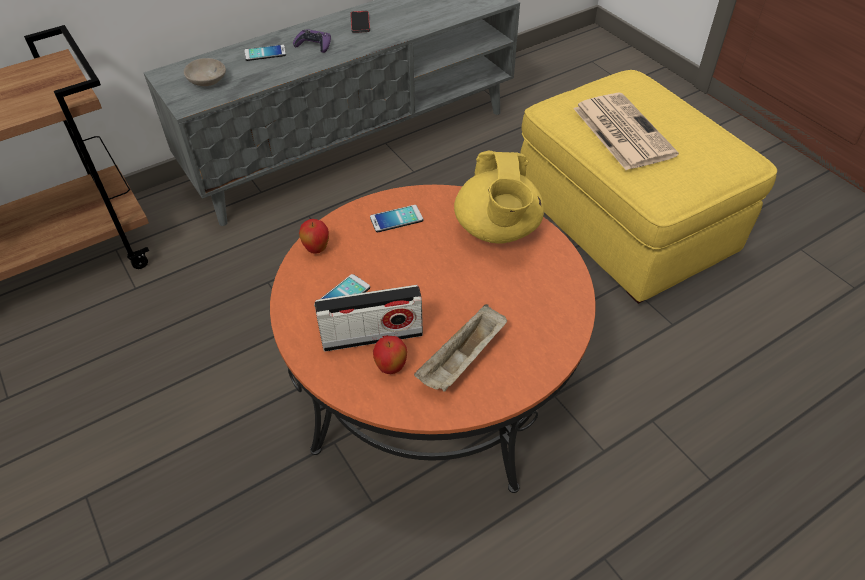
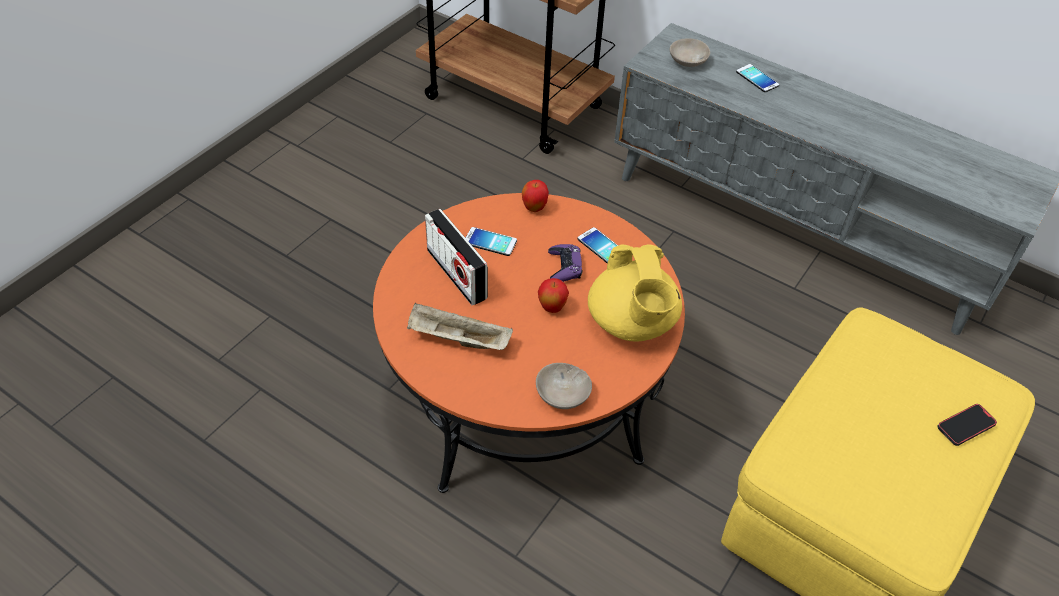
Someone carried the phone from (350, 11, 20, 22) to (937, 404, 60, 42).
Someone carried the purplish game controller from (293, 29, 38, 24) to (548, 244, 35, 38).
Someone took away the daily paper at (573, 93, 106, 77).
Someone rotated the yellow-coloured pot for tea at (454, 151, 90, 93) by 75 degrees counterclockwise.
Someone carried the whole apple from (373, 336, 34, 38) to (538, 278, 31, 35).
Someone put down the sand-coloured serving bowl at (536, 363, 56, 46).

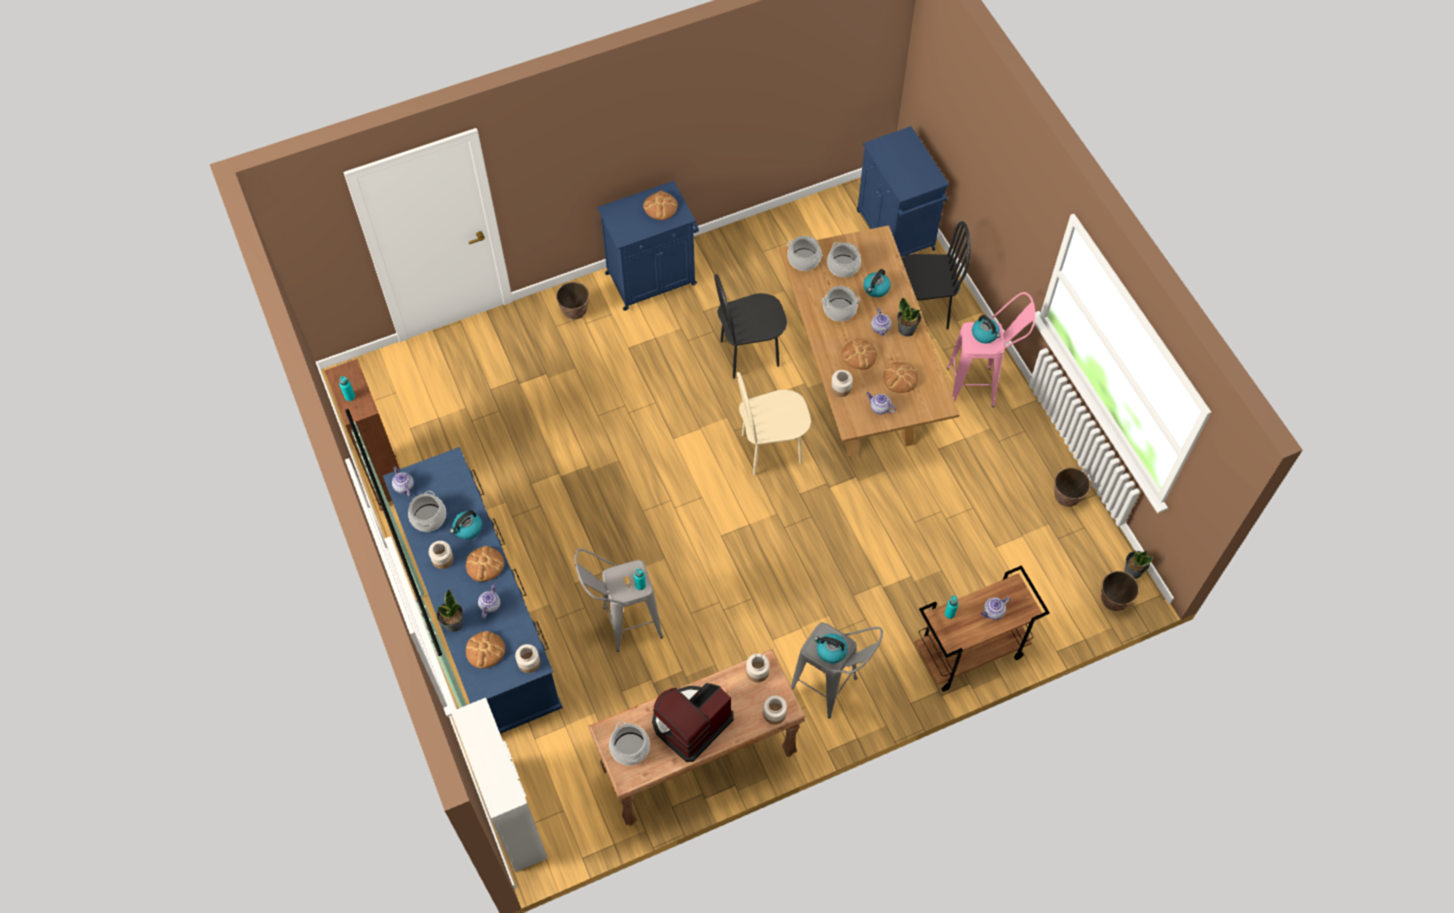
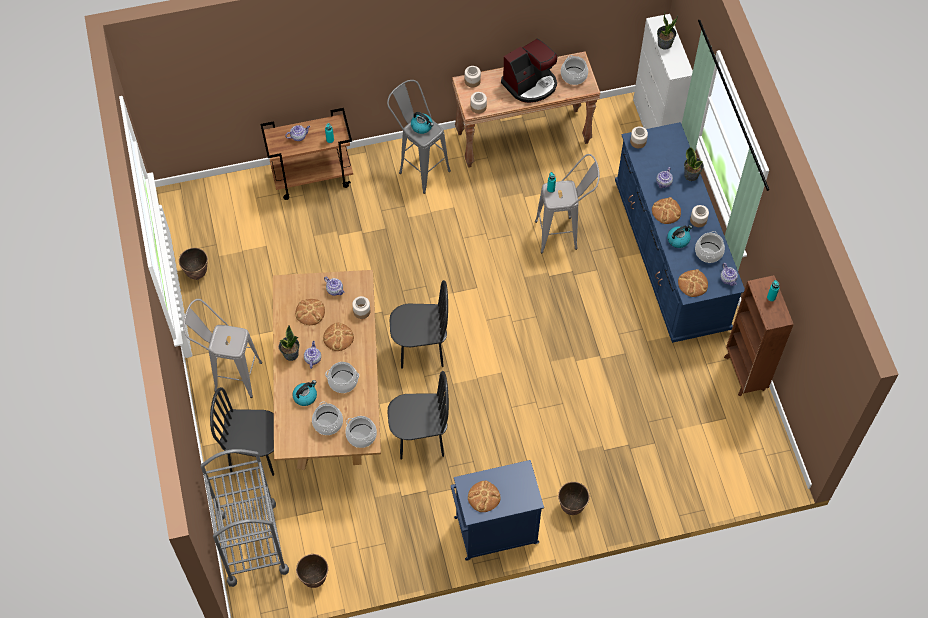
Someone swapped the bluish cabinet at (857, 126, 92, 131) for the greyish trolley at (201, 449, 88, 138).
Someone repainted the pinkish stool at (947, 292, 89, 115), which became the greyish stool at (183, 299, 79, 99).
Someone took away the kettle at (972, 315, 28, 29).
Someone repainted the sand-coloured chair at (737, 372, 74, 104), which became the black chair at (390, 280, 58, 89).
Someone carried the houseplant from (1124, 551, 29, 28) to (657, 14, 21, 36).
Someone carried the planter from (1101, 571, 38, 40) to (296, 554, 32, 34).
Someone carried the bakery bread from (466, 631, 39, 37) to (678, 269, 30, 28).

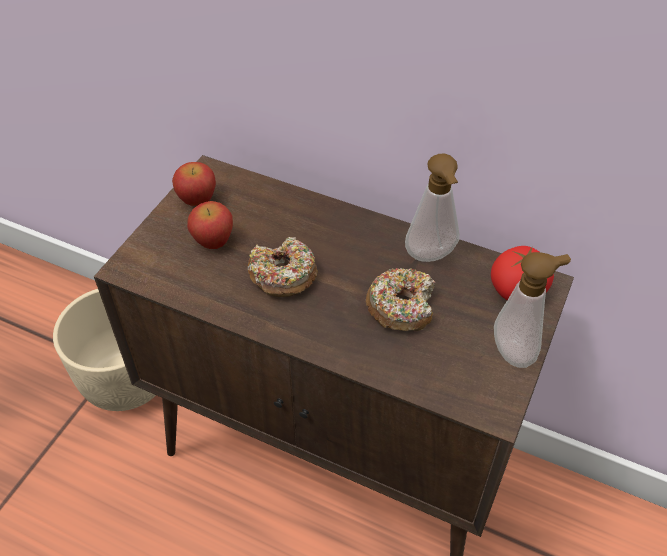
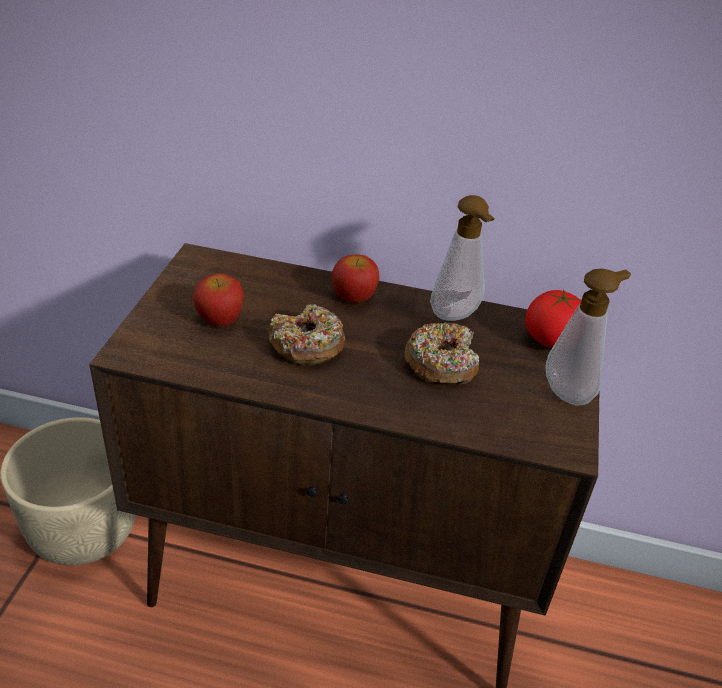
Someone carried the whole apple from (172, 162, 44, 44) to (332, 254, 47, 49).

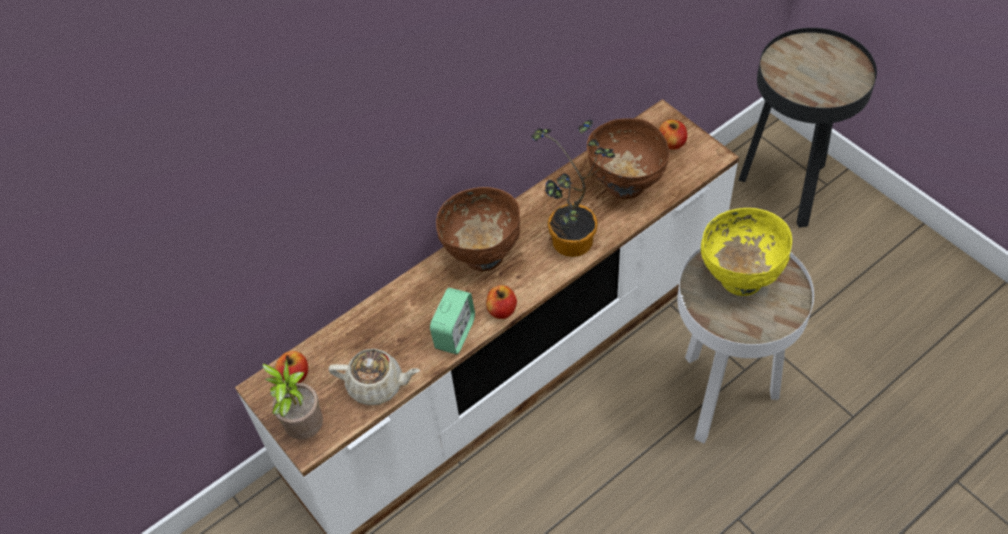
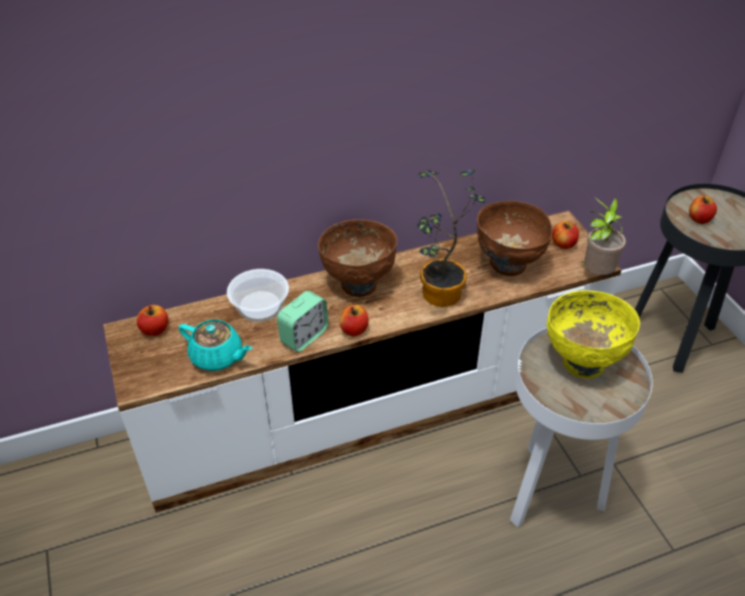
Someone repainted the sand-coloured pot for tea at (329, 349, 91, 56), which became the turquoise-coloured pot for tea at (179, 319, 73, 52).
Someone carried the houseplant from (262, 358, 61, 82) to (582, 198, 44, 77).
Someone put down the whole apple at (689, 196, 28, 28).
Someone put down the serving bowl at (227, 269, 62, 53).

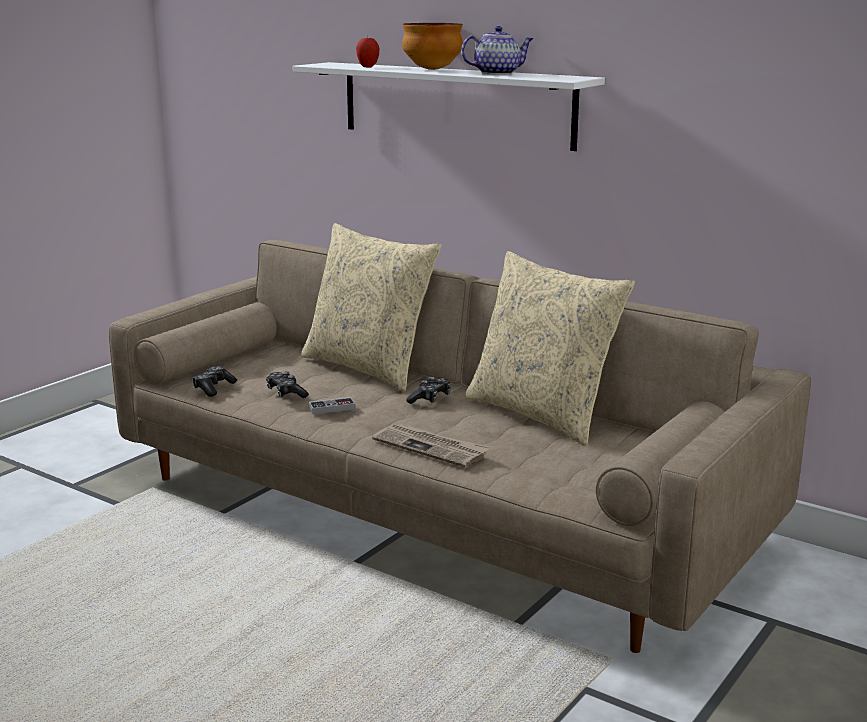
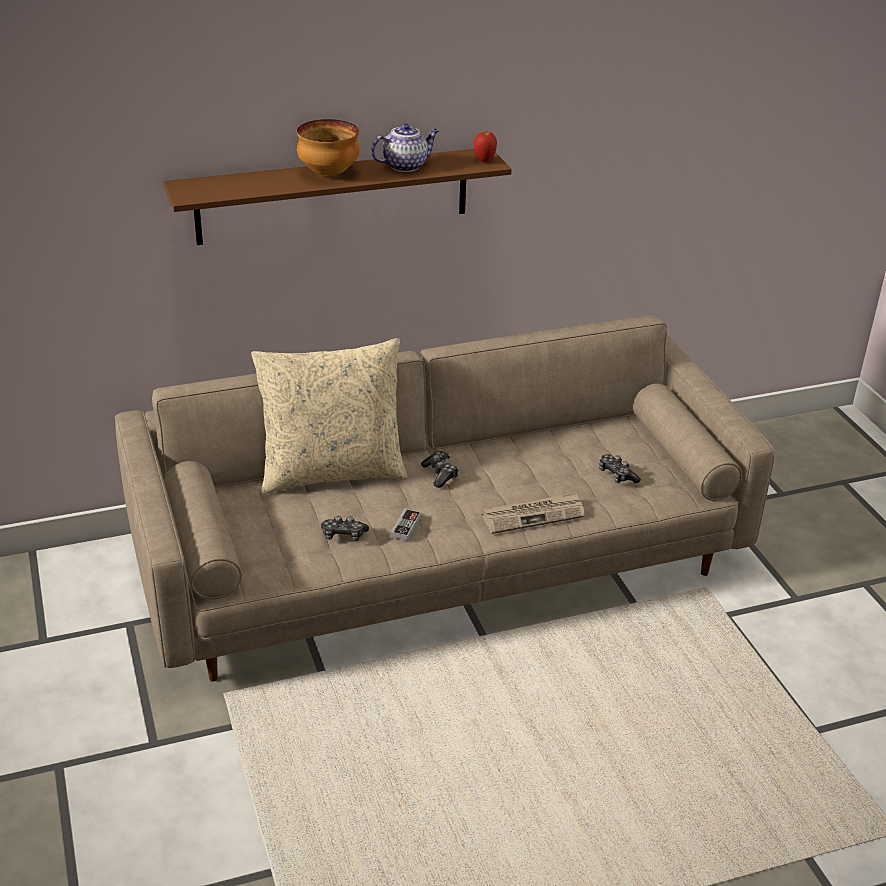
Someone rotated the pot for tea at (461, 26, 73, 49) by 45 degrees clockwise.
Someone carried the whole apple from (356, 35, 24, 33) to (474, 132, 23, 30).
Someone repainted the white shelf at (293, 62, 312, 89), which became the brown-coloured shelf at (163, 149, 349, 96).
Someone took away the sand-coloured pillow at (465, 251, 170, 195).
Someone carried the game controller from (192, 366, 45, 31) to (599, 454, 42, 30).

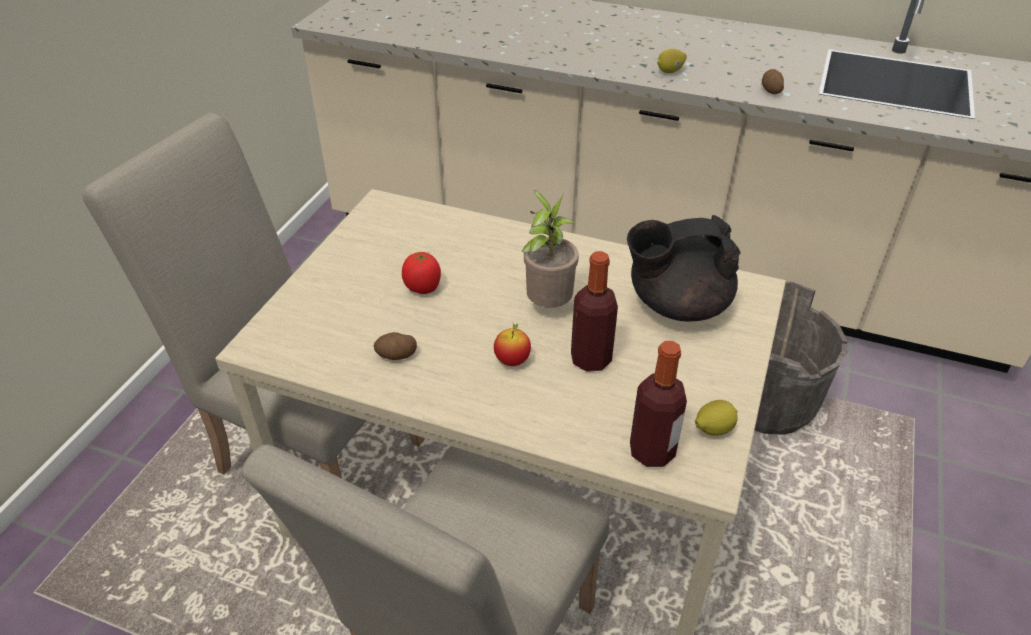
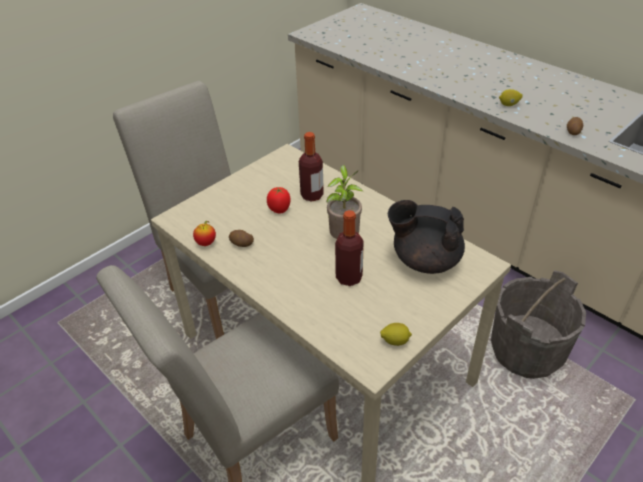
Someone carried the whole apple from (494, 324, 37, 42) to (193, 221, 23, 25).
Someone carried the drink bottle from (630, 341, 57, 126) to (299, 132, 25, 70).

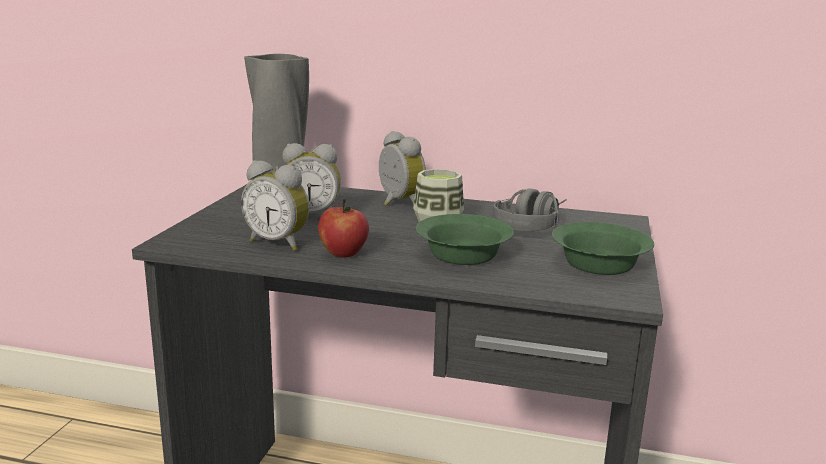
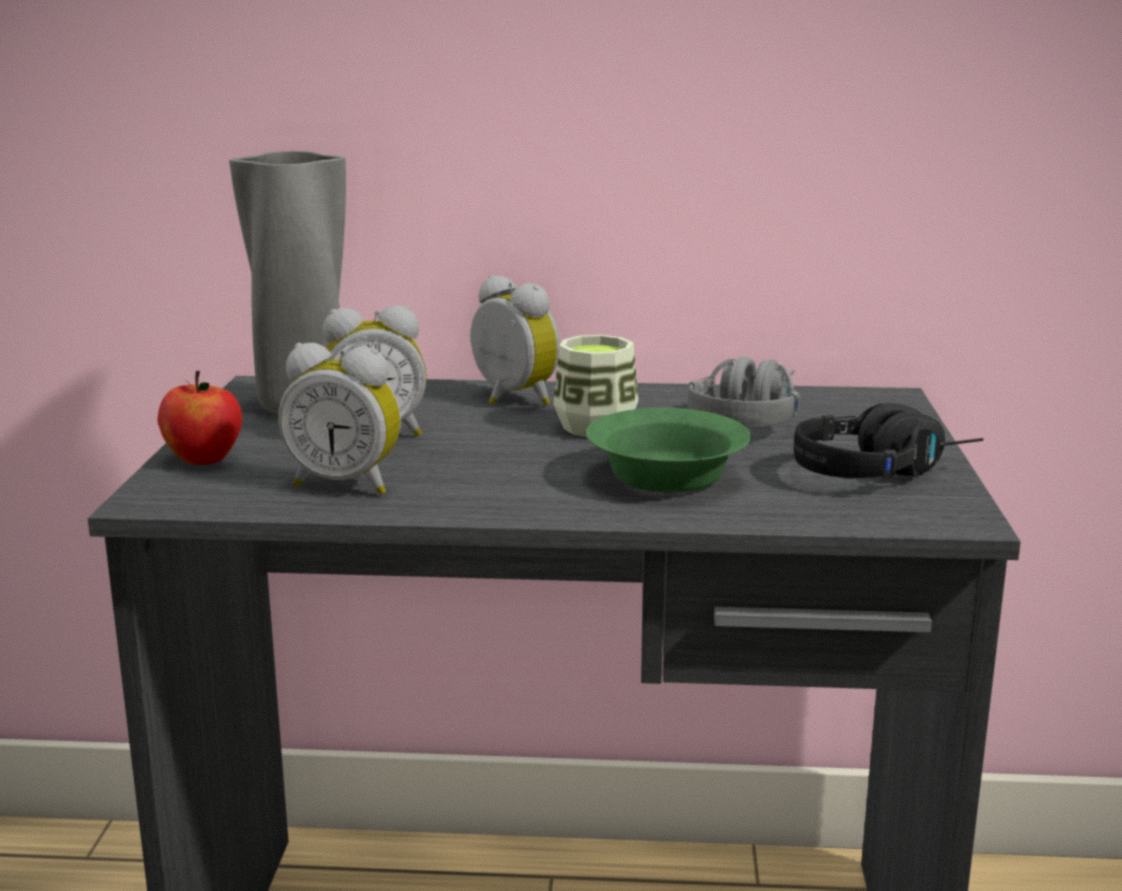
Someone carried the whole apple from (318, 199, 51, 59) to (158, 371, 84, 94).
Someone swapped the green-coloured serving bowl at (552, 222, 102, 53) for the black headphones at (794, 403, 190, 75).

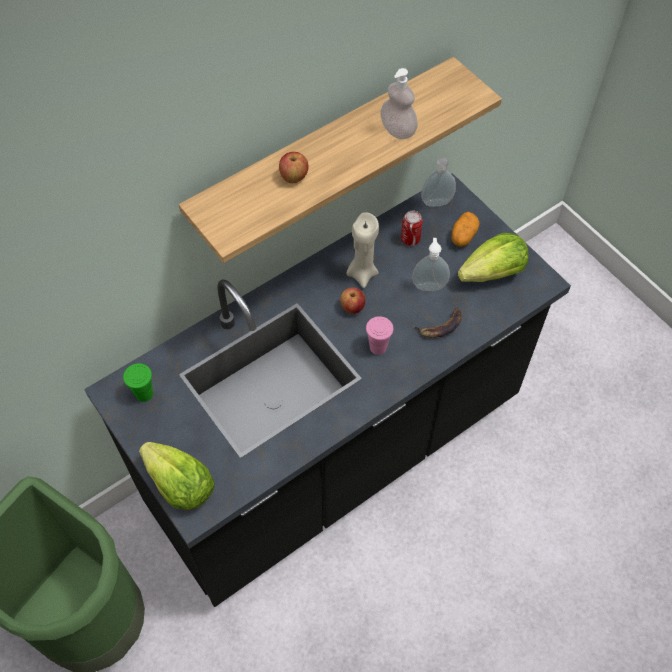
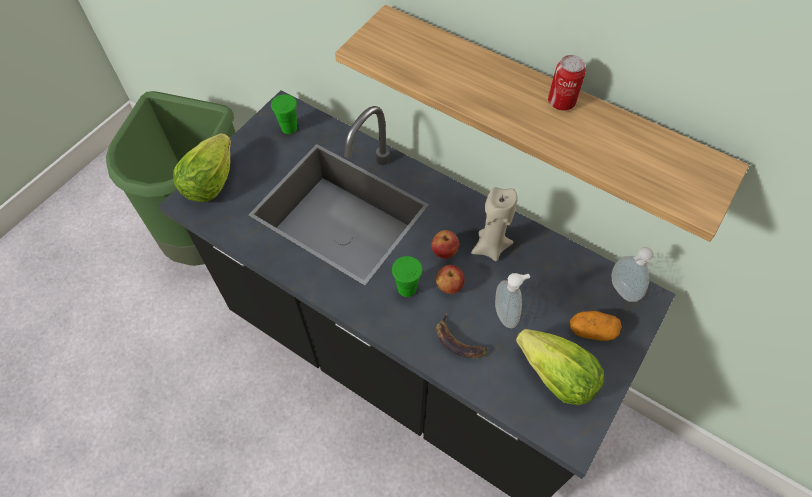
Someone took away the soap bottle at (381, 68, 37, 71).
Someone carried the whole apple from (279, 152, 30, 31) to (436, 265, 29, 29).
Someone carried the metal can from (401, 211, 22, 35) to (548, 55, 38, 55).
Someone repainted the pinkish cup at (366, 316, 27, 39), which became the green-coloured cup at (392, 256, 30, 41).

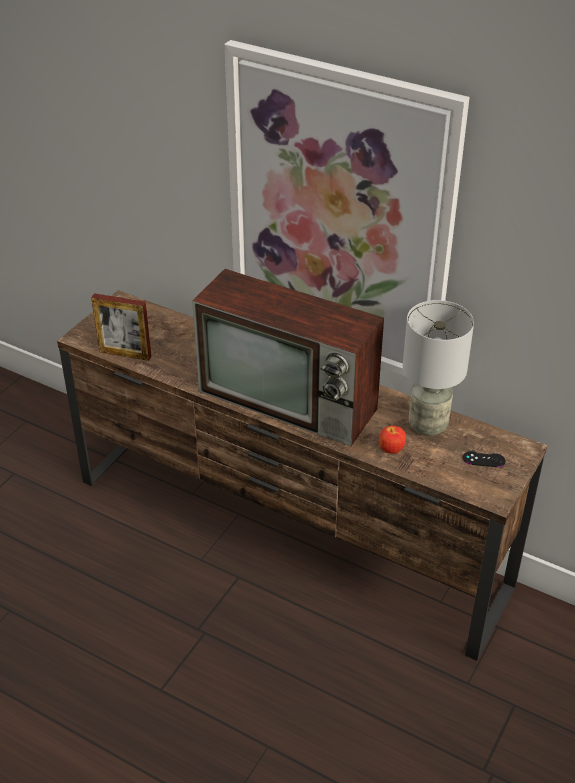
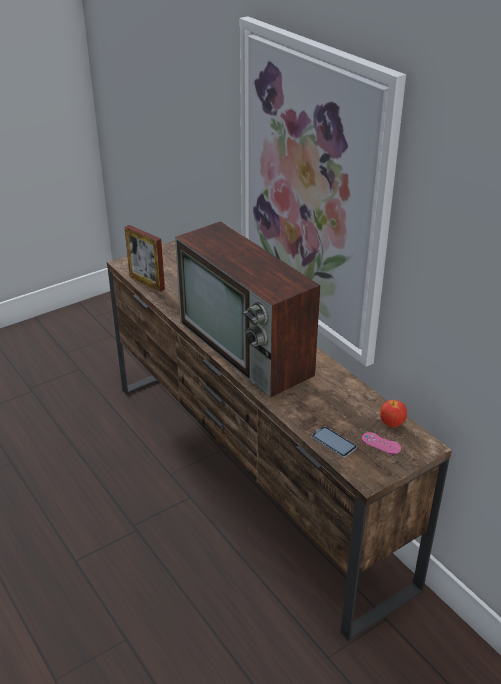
Someone took away the greyish table lamp at (403, 300, 71, 136).
Someone carried the whole apple from (379, 426, 27, 28) to (380, 400, 27, 28).
Someone repainted the black game controller at (463, 451, 42, 16), which became the pinkish game controller at (362, 432, 39, 22).
Someone put down the phone at (312, 426, 45, 31).

